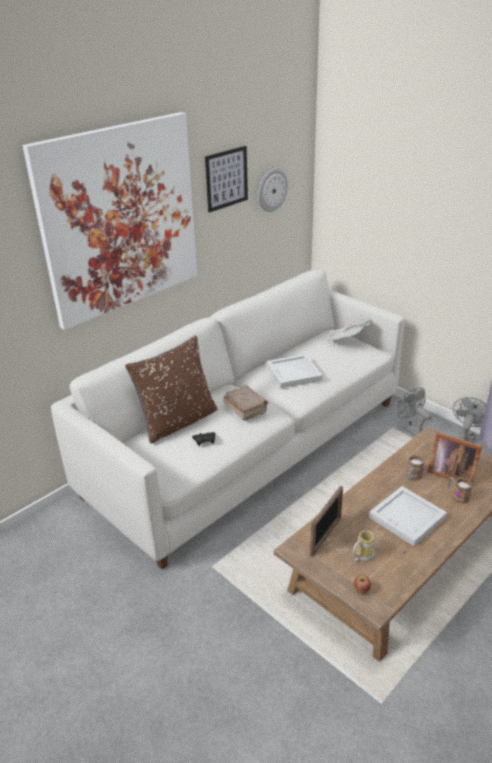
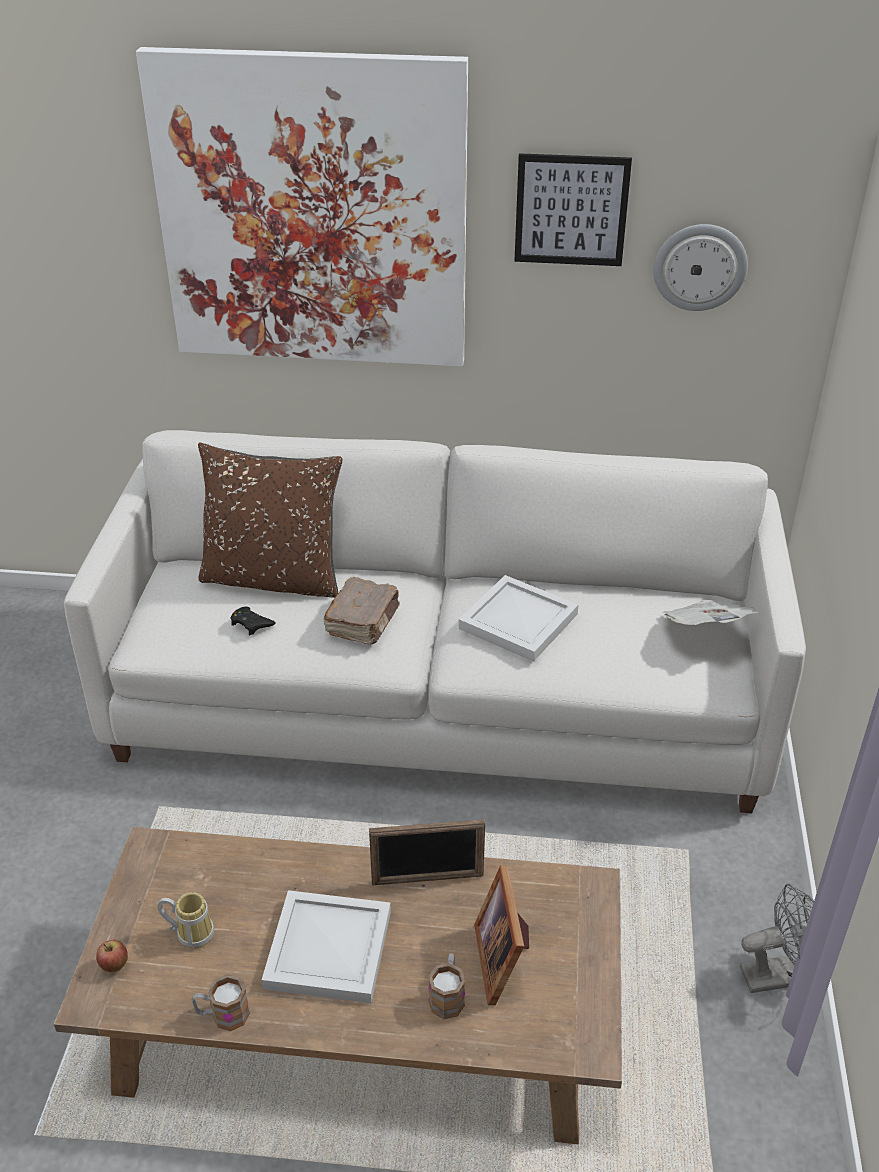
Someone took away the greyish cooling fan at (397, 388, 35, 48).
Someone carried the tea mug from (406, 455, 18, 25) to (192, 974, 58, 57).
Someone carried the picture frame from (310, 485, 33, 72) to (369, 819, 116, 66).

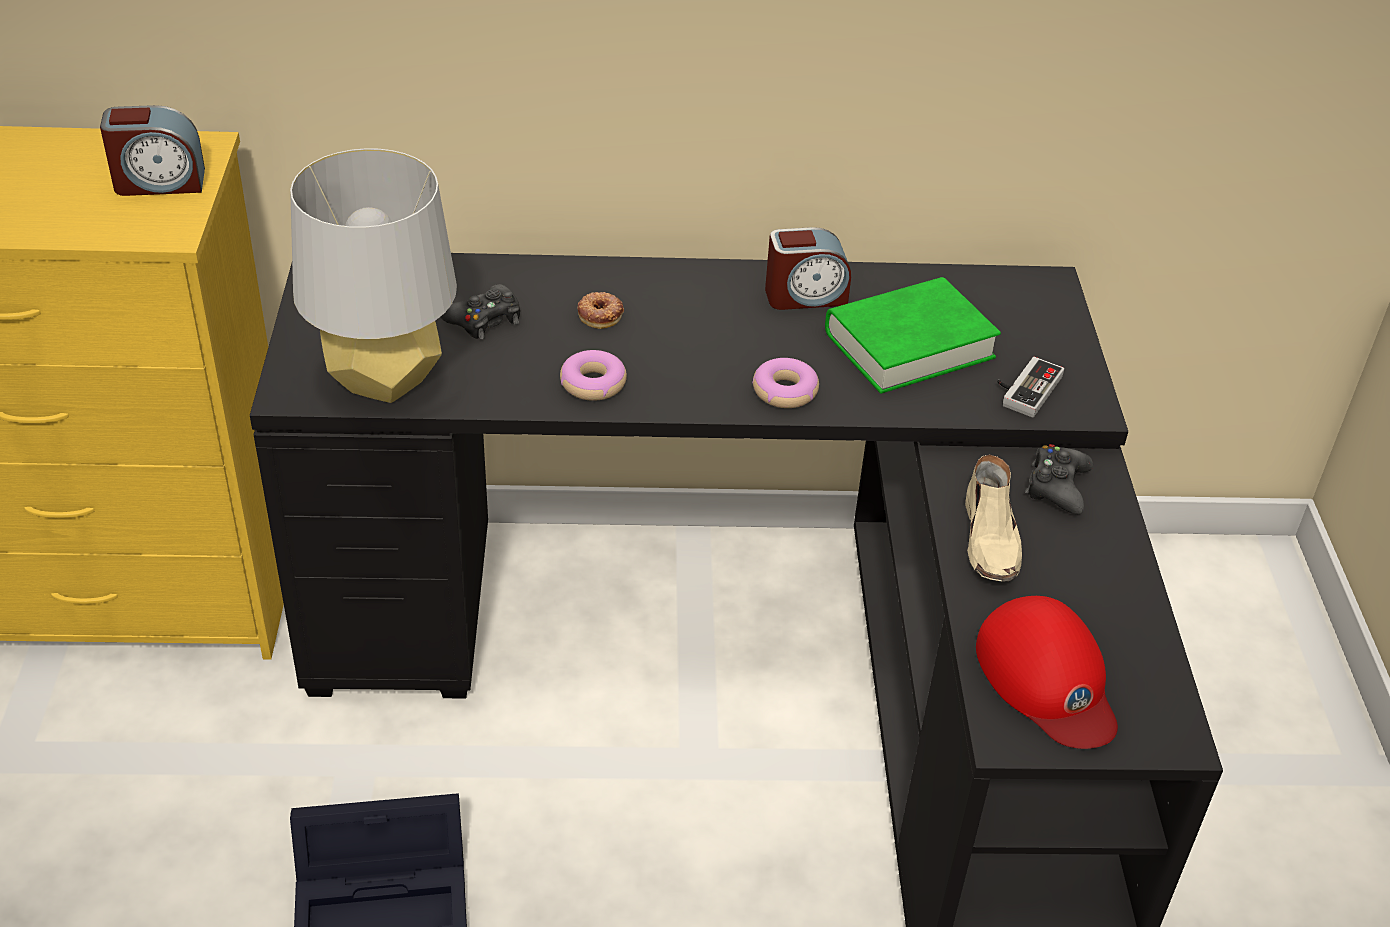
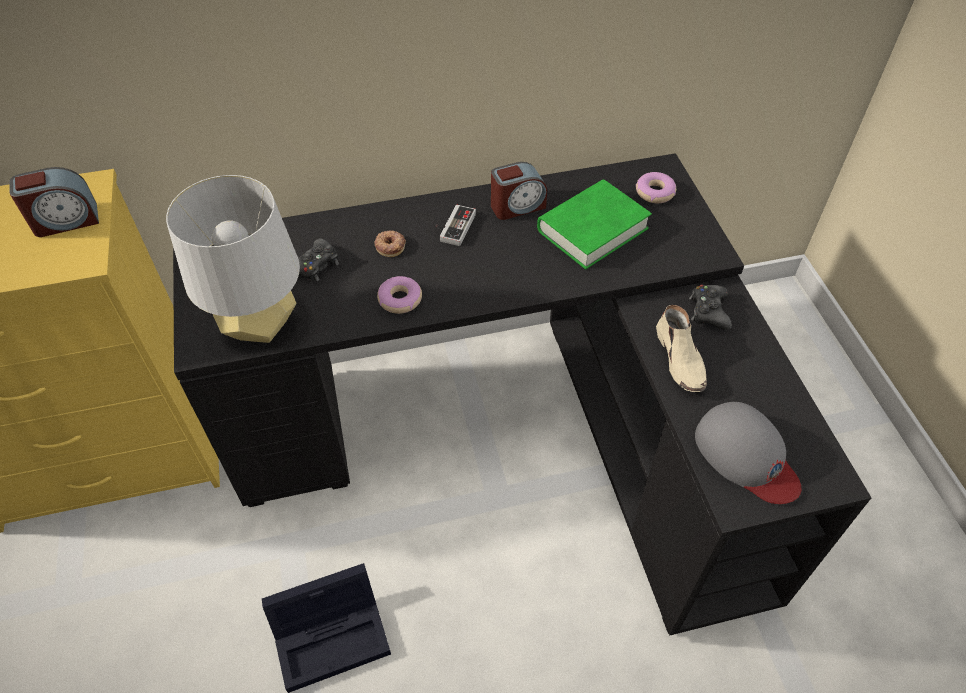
Someone carried the game controller from (997, 357, 67, 60) to (435, 205, 41, 41).
Someone carried the ring doughnut from (752, 358, 67, 50) to (636, 172, 40, 31).
Someone repainted the reddish cap at (976, 596, 142, 153), which became the greyish cap at (695, 402, 106, 102).

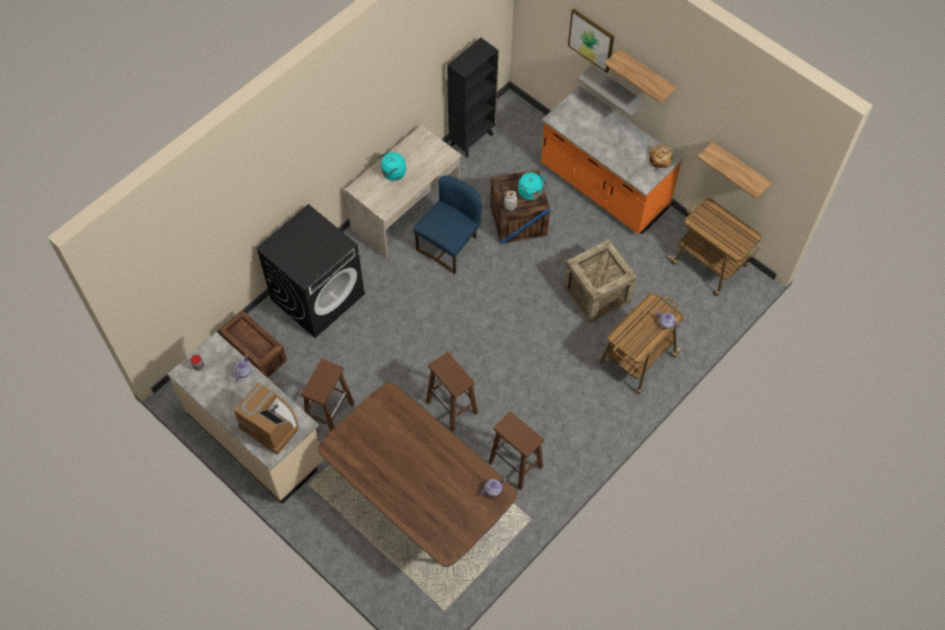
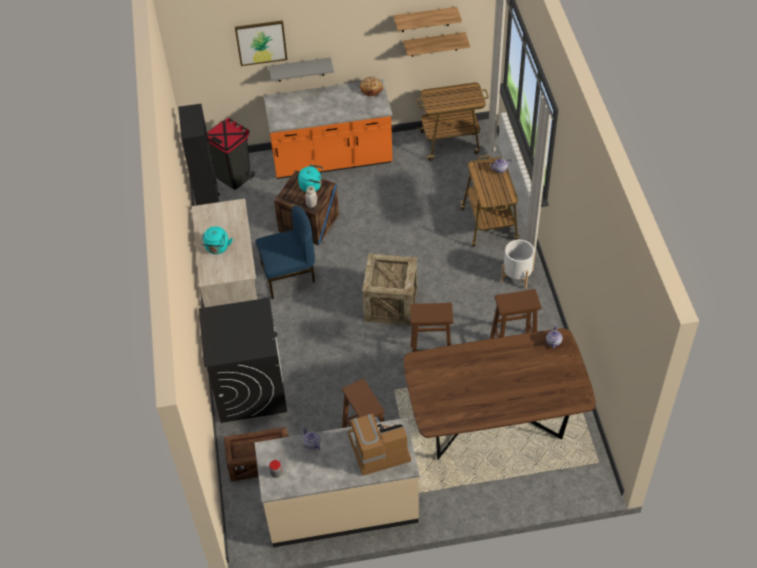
Someone carried the shelf from (604, 49, 73, 54) to (394, 7, 68, 25).
Someone rotated the bluish chair at (414, 175, 67, 99) by 90 degrees clockwise.
Someone carried the packing crate from (563, 240, 74, 84) to (362, 254, 55, 71).
Someone put down the black rubbish bin at (207, 117, 48, 73).
Someone put down the white planter at (501, 240, 34, 49).

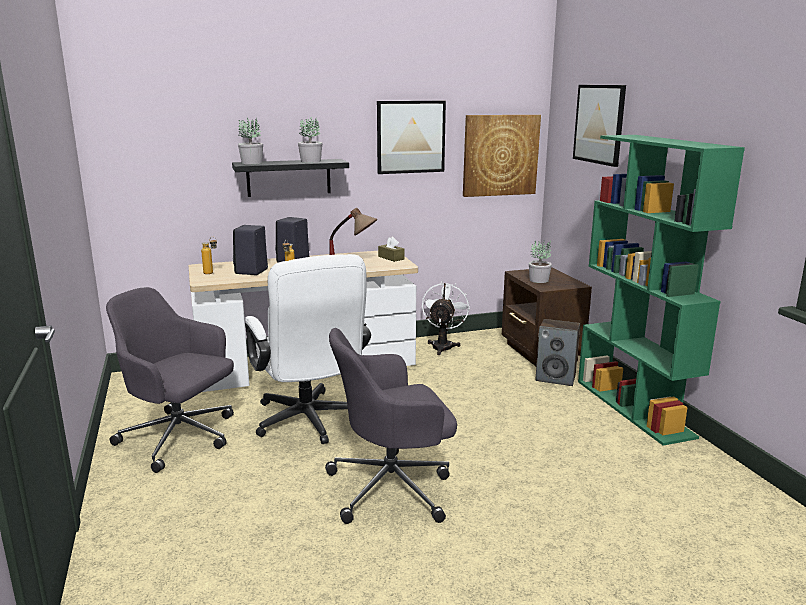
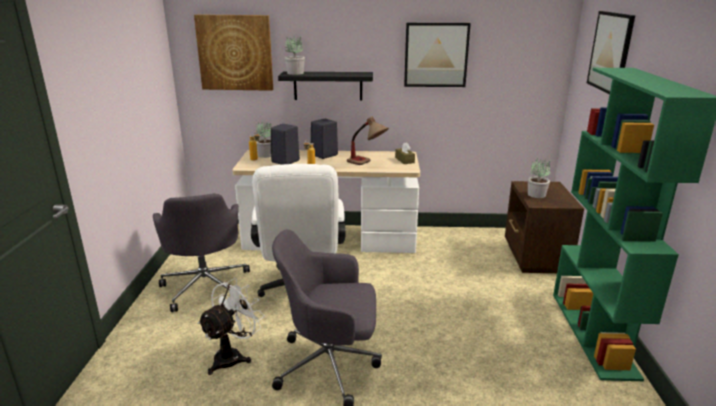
Someone carried the wall picture from (463, 115, 78, 82) to (194, 14, 79, 77).
Someone carried the houseplant from (298, 117, 24, 46) to (256, 122, 16, 36).
Someone carried the white cooling fan from (422, 282, 48, 73) to (197, 278, 68, 97).
Someone rotated the greyish desk chair at (106, 287, 128, 186) by 150 degrees counterclockwise.
Someone took away the audio speaker at (536, 319, 44, 67).

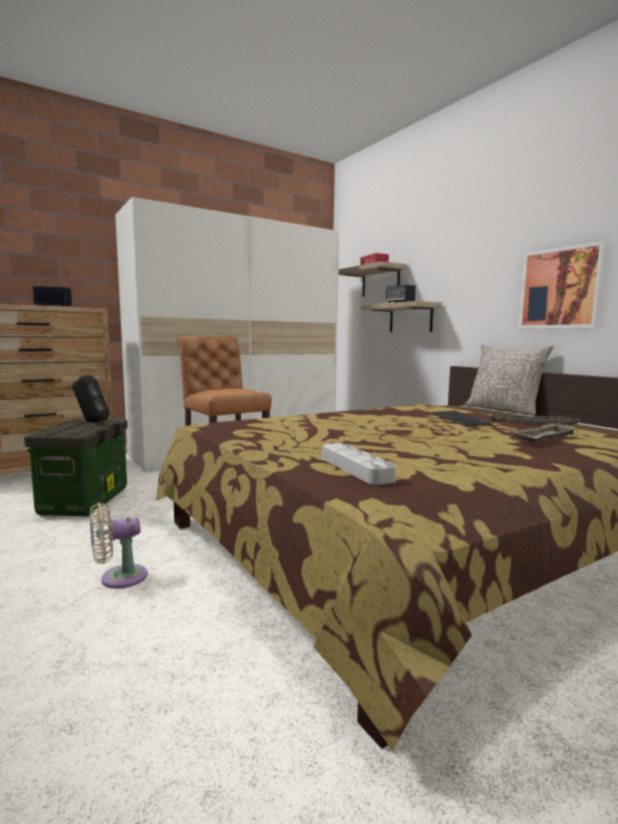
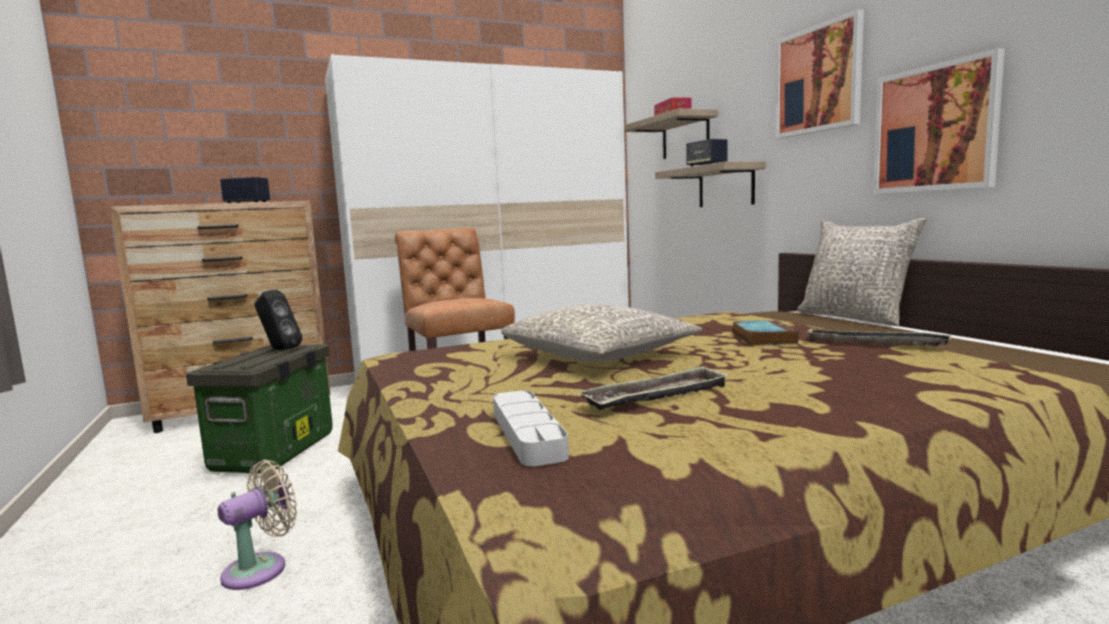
Someone swapped the keyboard at (432, 411, 60, 15) for the book at (732, 320, 67, 26).
Someone carried the carrying tray from (513, 423, 63, 19) to (578, 365, 152, 45).
Someone rotated the sand-coloured cooling fan at (90, 503, 58, 86) by 150 degrees clockwise.
Someone put up the wall picture at (775, 9, 89, 130).
Someone put down the greyish pillow at (501, 304, 201, 58).

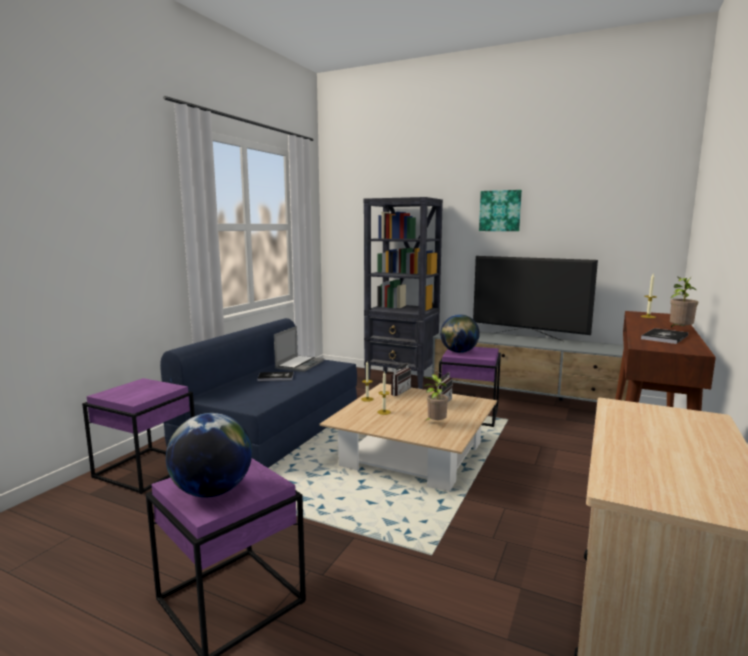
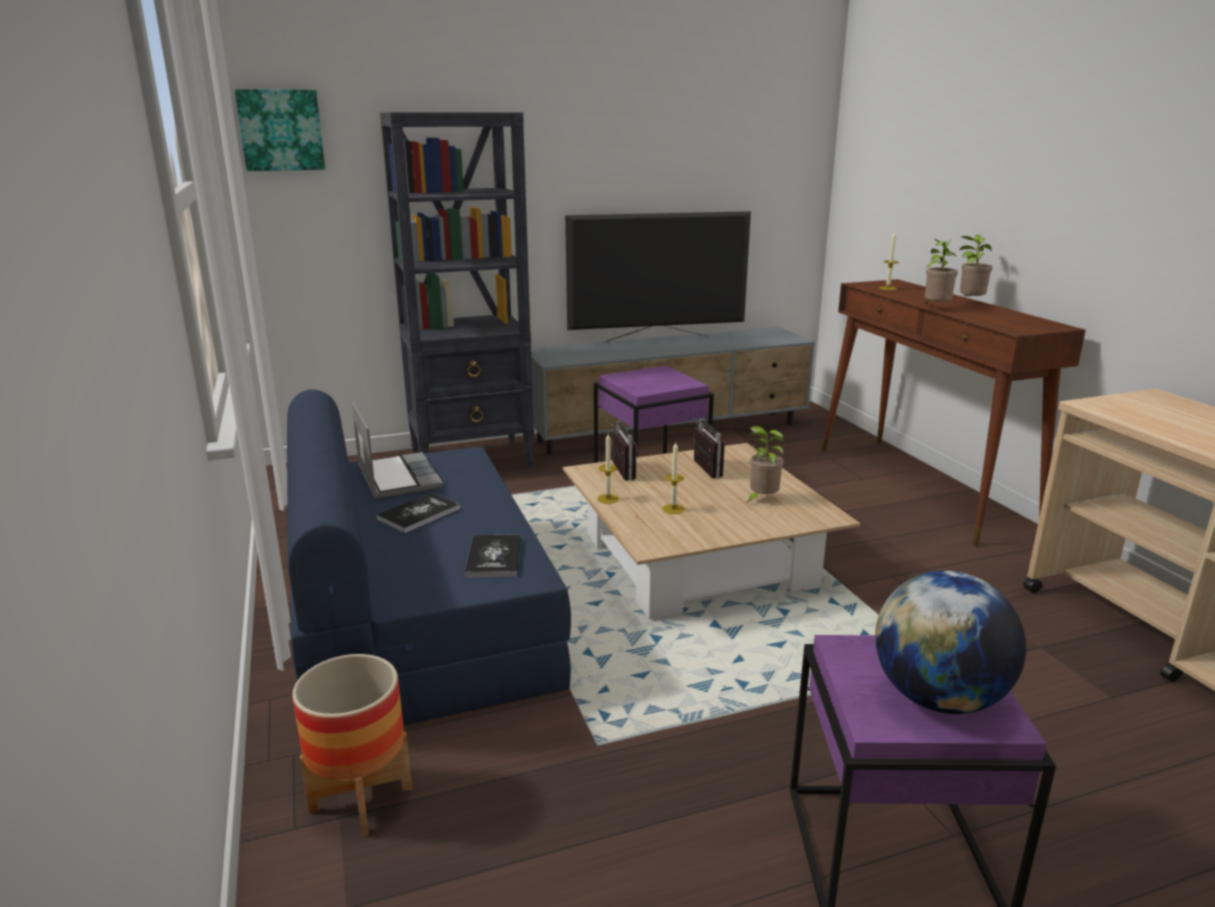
Someone carried the wall picture from (479, 190, 43, 41) to (235, 89, 90, 82).
Someone took away the globe at (440, 314, 40, 39).
Someone carried the book from (641, 328, 47, 16) to (465, 534, 57, 44).
Someone swapped the purplish side table at (82, 378, 113, 116) for the planter at (292, 654, 120, 182).
Someone put down the houseplant at (925, 239, 33, 66).

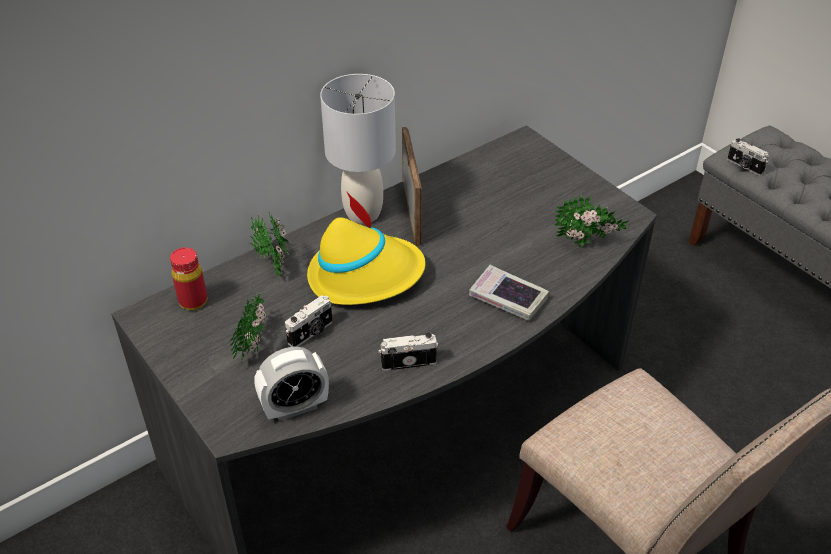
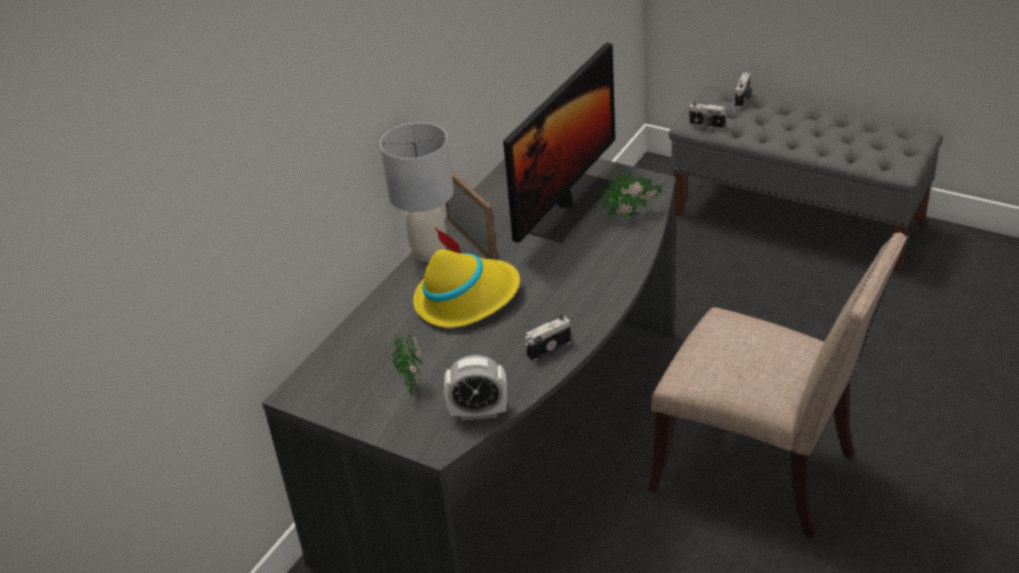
Someone took away the houseplant at (249, 210, 40, 68).
Someone took away the reddish drink bottle at (170, 247, 37, 63).
Someone took away the book at (469, 265, 80, 56).
Someone carried the still camera from (285, 295, 47, 52) to (735, 72, 17, 36).
Someone rotated the alarm clock at (254, 347, 75, 74) by 45 degrees clockwise.
Someone put down the computer screen at (503, 43, 112, 200).

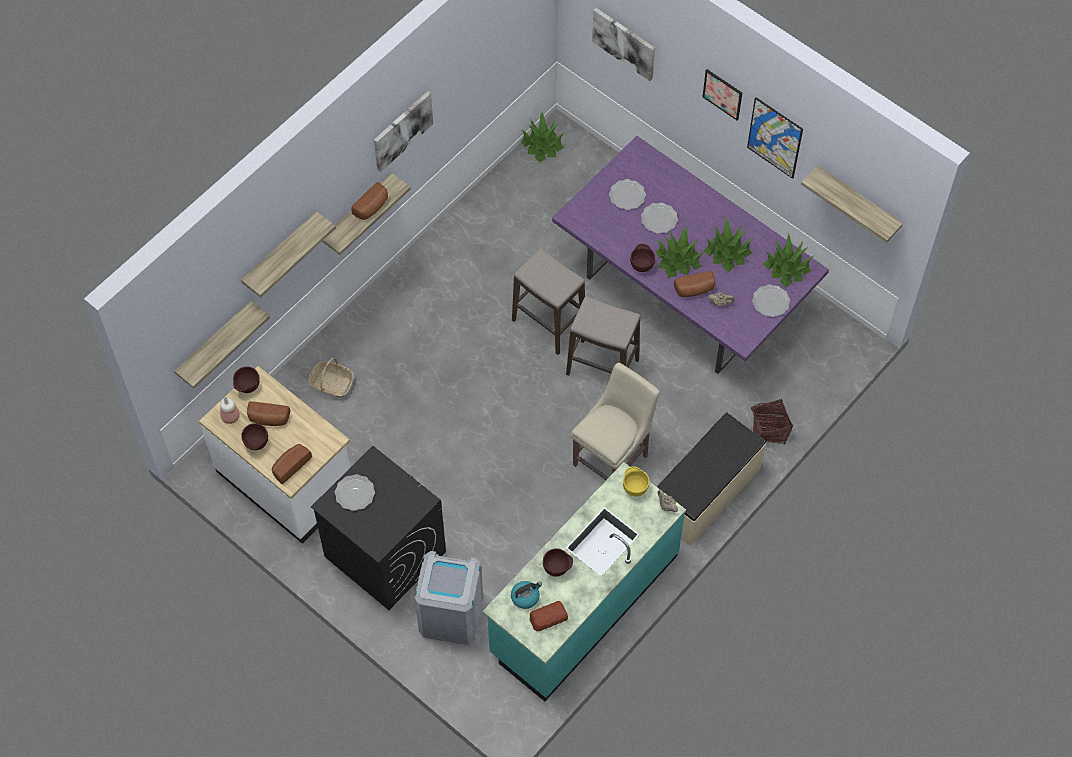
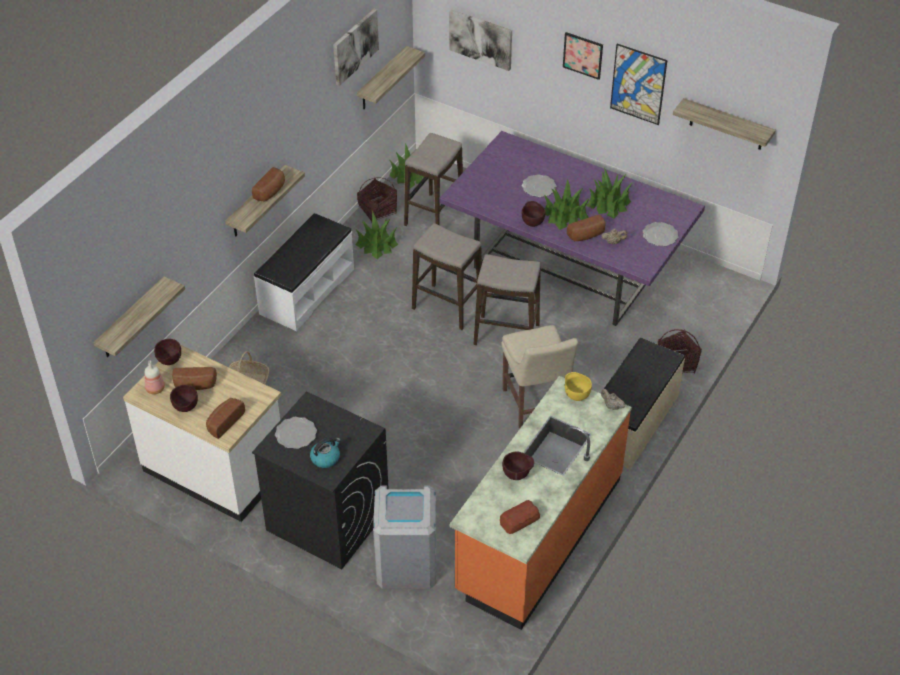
Someone carried the wall picture from (374, 91, 59, 81) to (333, 9, 46, 77).
Someone took away the flat dish at (609, 179, 37, 31).
Someone carried the shelf from (241, 211, 95, 87) to (357, 46, 68, 63).
Someone carried the houseplant from (763, 232, 50, 56) to (356, 211, 42, 48).
Someone rotated the sand-coloured chair at (571, 363, 89, 117) by 135 degrees clockwise.
Someone repainted the turquoise-coloured kitchen counter at (483, 462, 203, 239), which became the orangey kitchen counter at (449, 376, 183, 254).
Someone carried the kettle from (511, 581, 31, 28) to (310, 438, 31, 30).
Someone put down the stool at (404, 133, 59, 93).
Someone put down the storage basket at (357, 177, 40, 45).
Someone put down the white bench at (254, 213, 100, 118).

